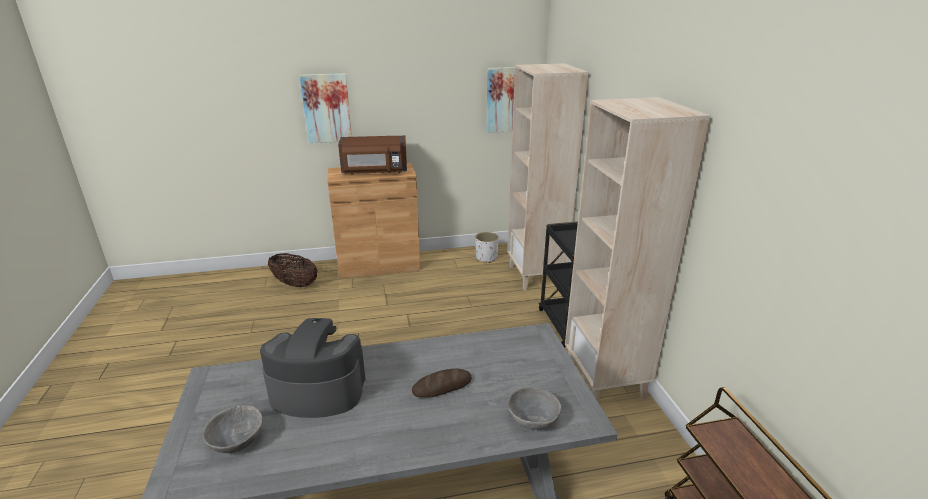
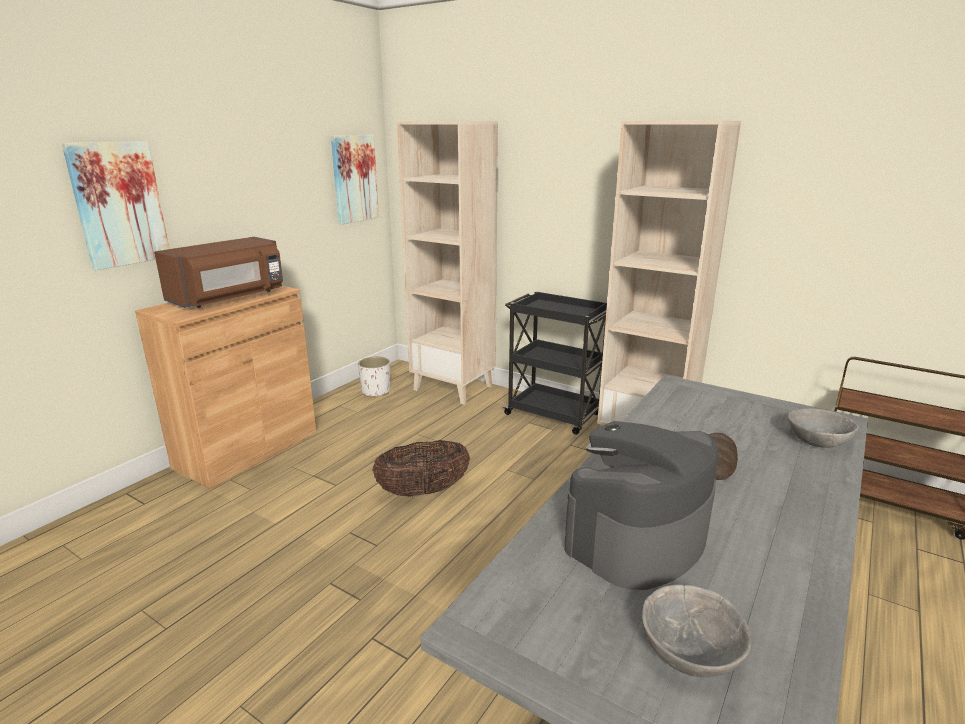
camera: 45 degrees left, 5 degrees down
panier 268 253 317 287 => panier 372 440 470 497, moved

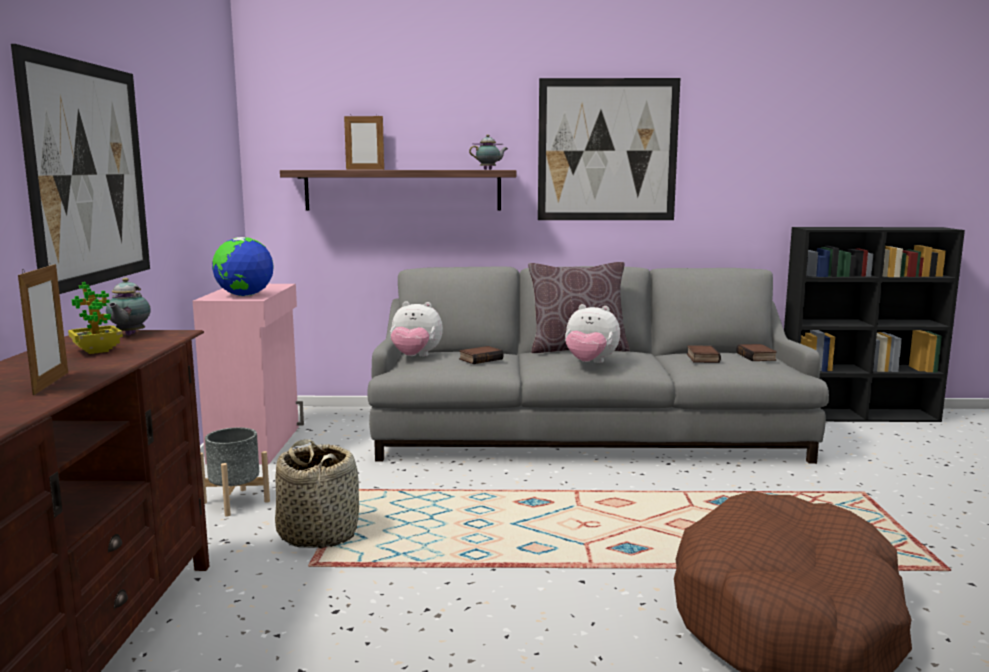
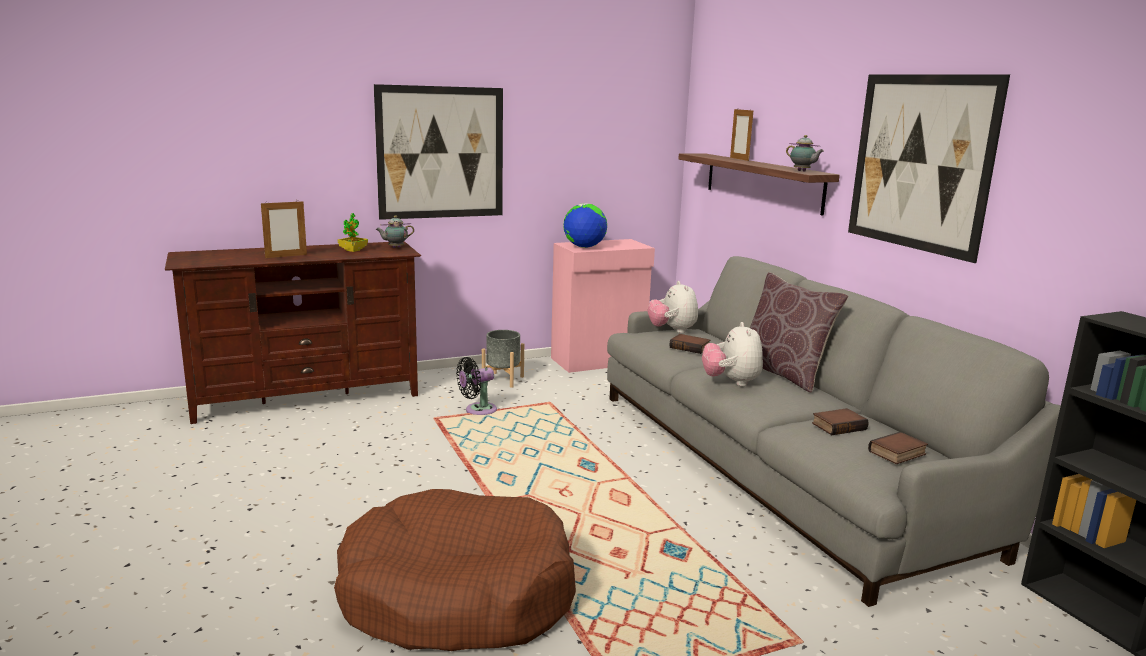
camera: 65 degrees right, 5 degrees up
panier 275 439 359 548 => ventilateur/noir 456 357 497 415

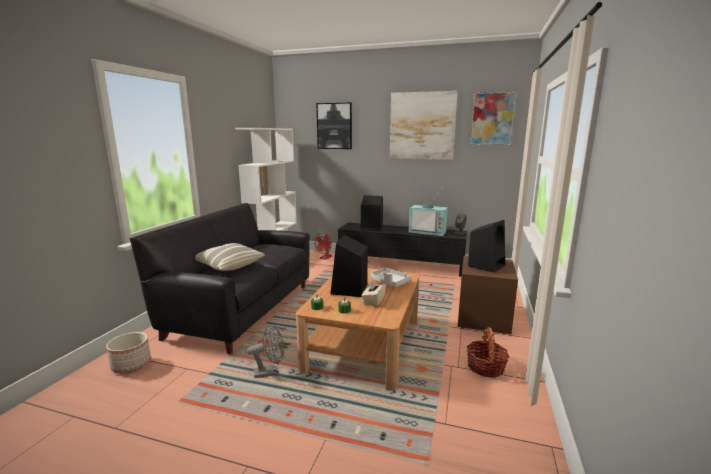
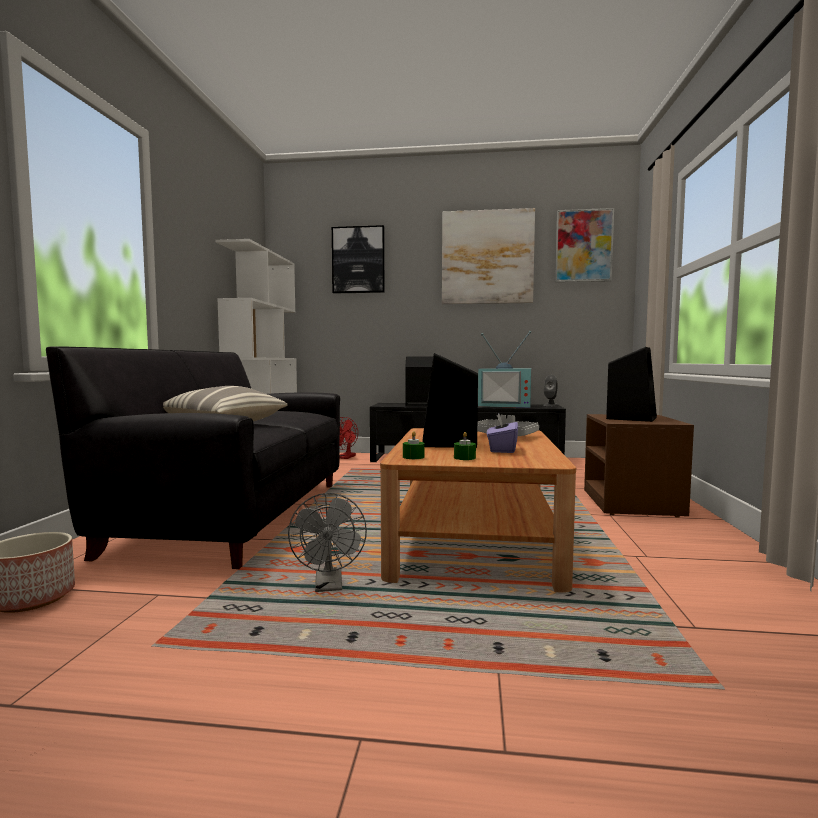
camera: 10 degrees left, 10 degrees down
boîte à mouchoirs/beige 362 280 386 307 => boîte à mouchoirs/violet 487 414 518 453
ventilateur/gris 247 325 284 378 => ventilateur/gris 288 493 367 592, 105 degrees clockwise
panier 467 327 509 378 => nothing

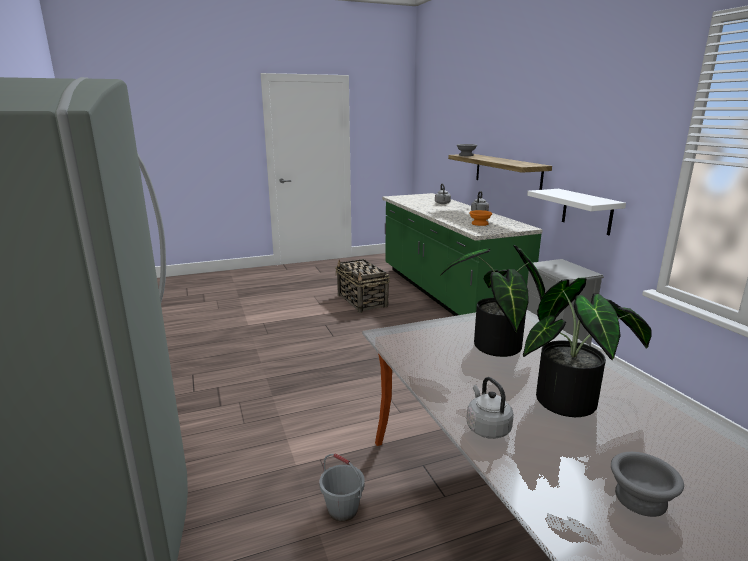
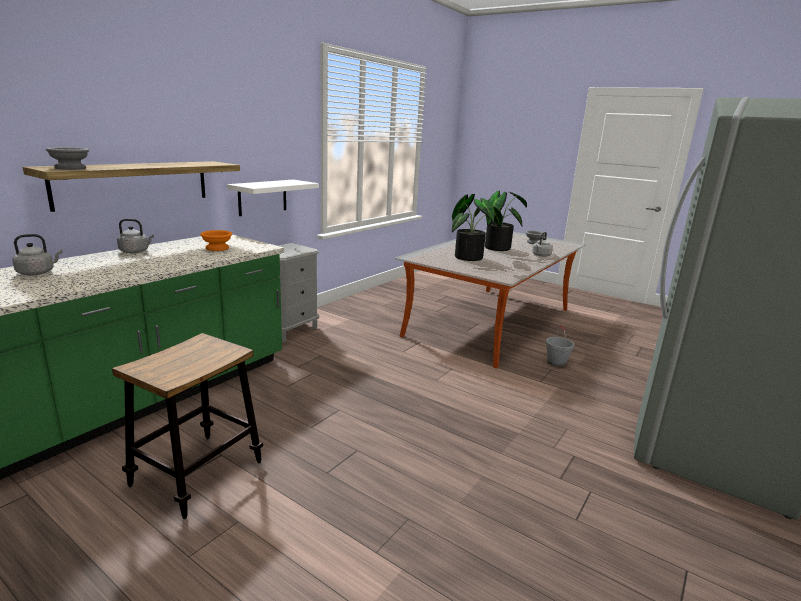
camera: 125 degrees left, 0 degrees up
panier 335 259 390 313 => tabouret 112 333 263 519

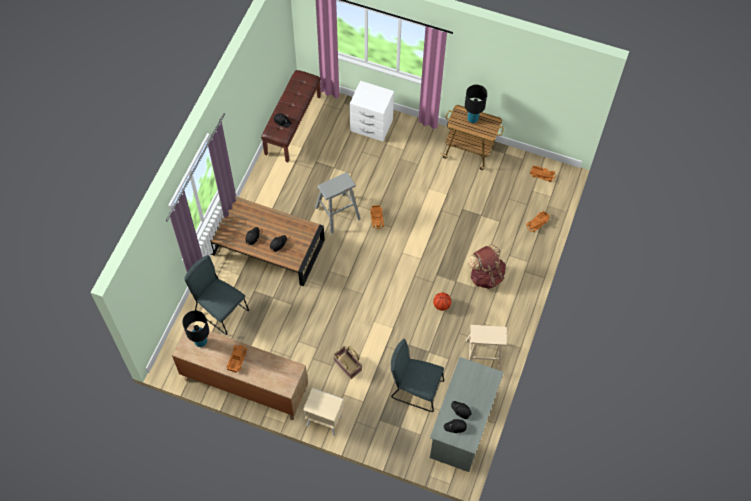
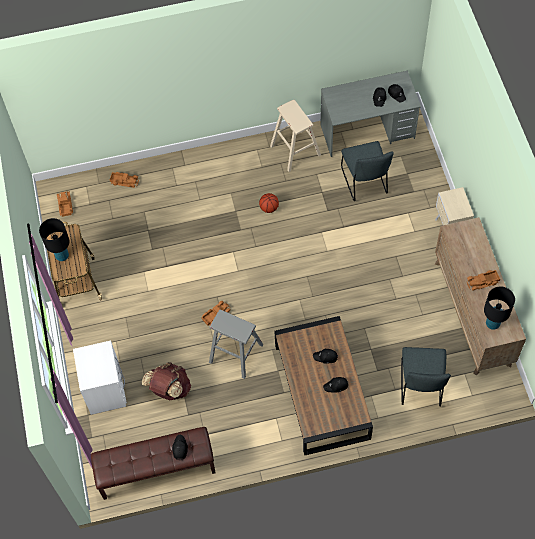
camera: 120 degrees left, 0 degrees up
sac à dos/marron 468 244 506 289 => sac à dos/marron 142 362 191 400, moved
panier 333 346 362 379 => nothing

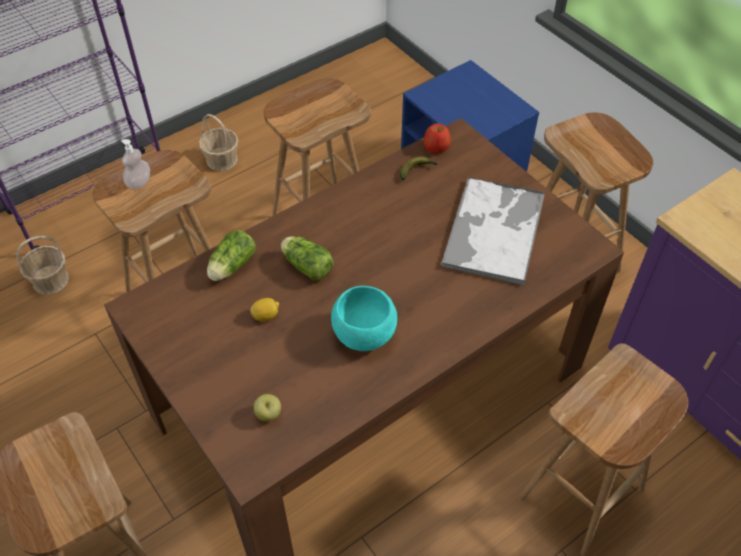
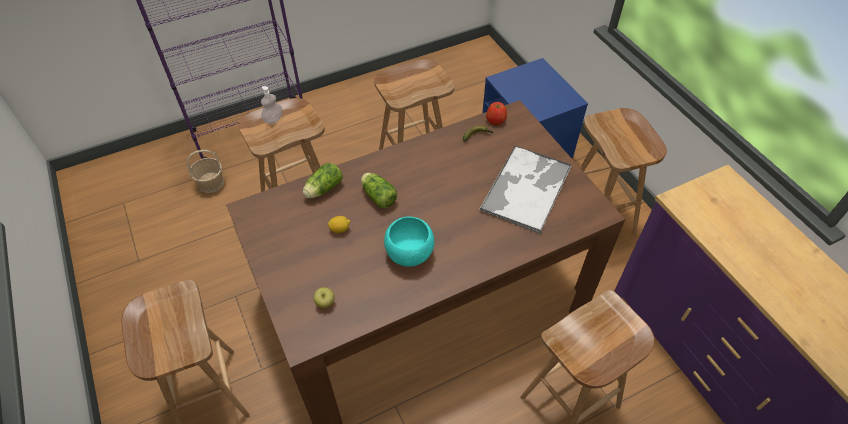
camera: 10 degrees right, 0 degrees up
panier 199 114 239 171 => nothing

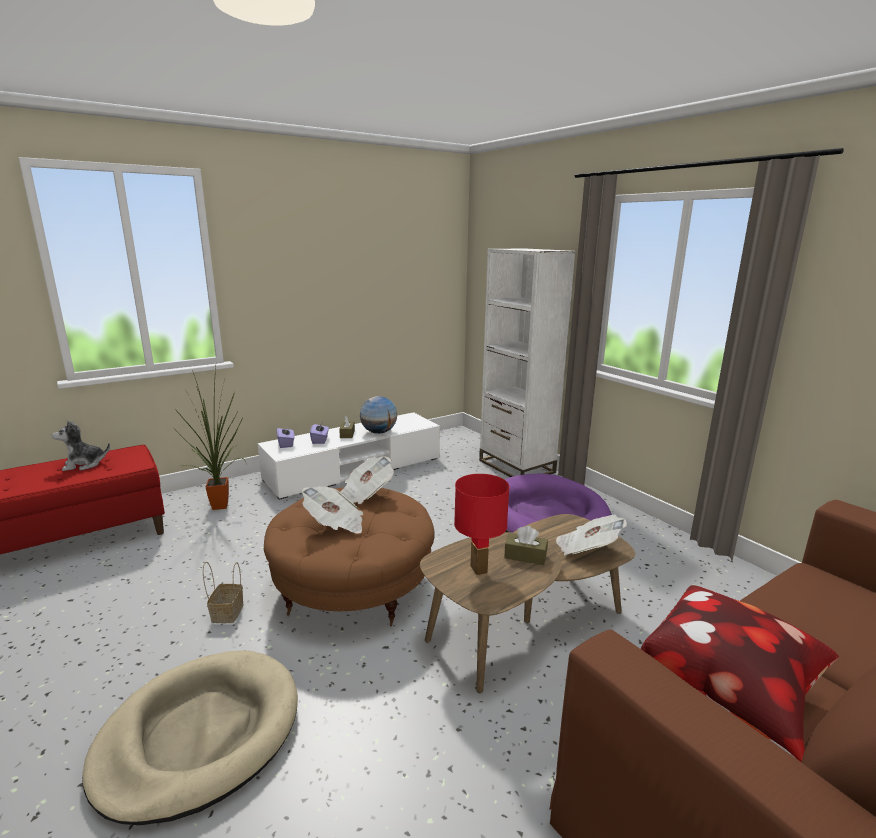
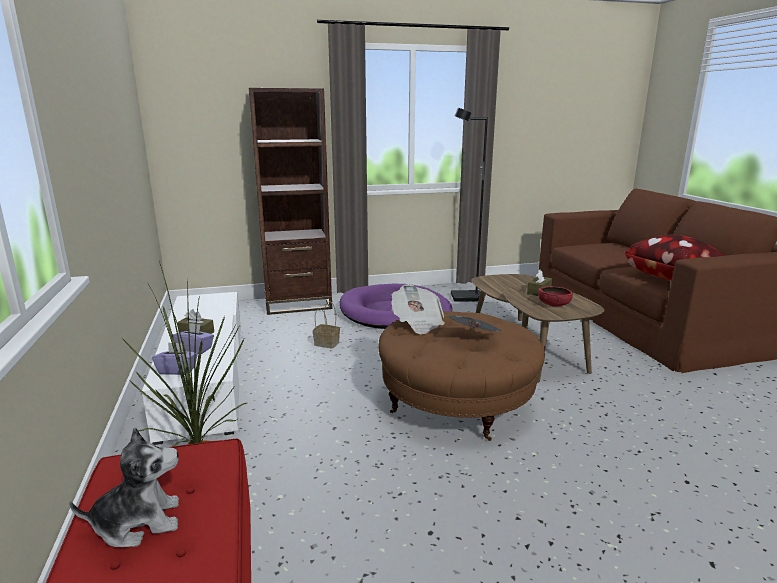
camera: 70 degrees left, 0 degrees up
bibliothèque/blanc 479 248 576 477 => bibliothèque/marron 249 88 332 315
globe 360 396 397 434 => nothing
peluche 52 421 110 471 => peluche 69 428 179 547, 105 degrees counterclockwise
lampe de table/rouge 454 474 510 575 => bol/rouge 538 286 574 306
journal 556 515 627 556 => nothing
panier 203 562 244 623 => panier 313 301 340 349, moved
panier pour chien/beige 82 650 298 825 => nothing
nothing => lampadaire/noir 451 108 488 302

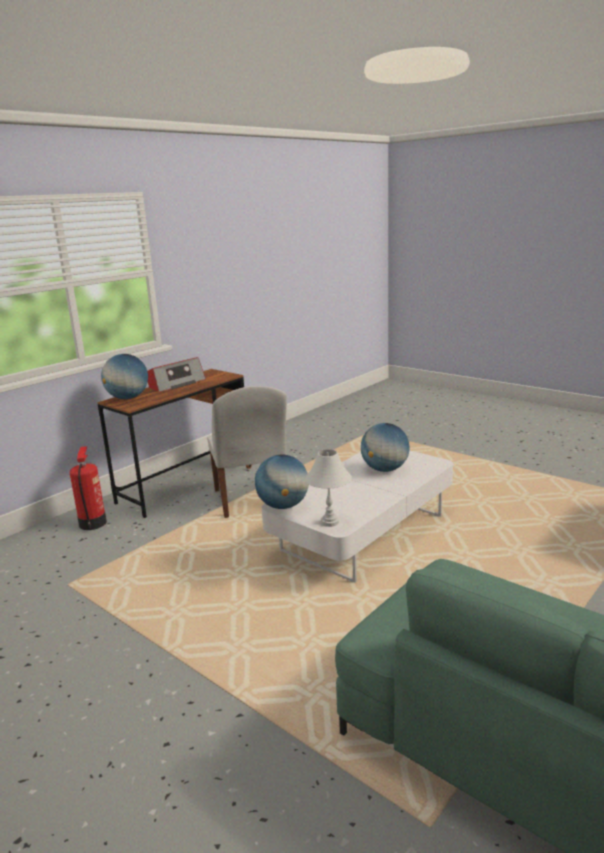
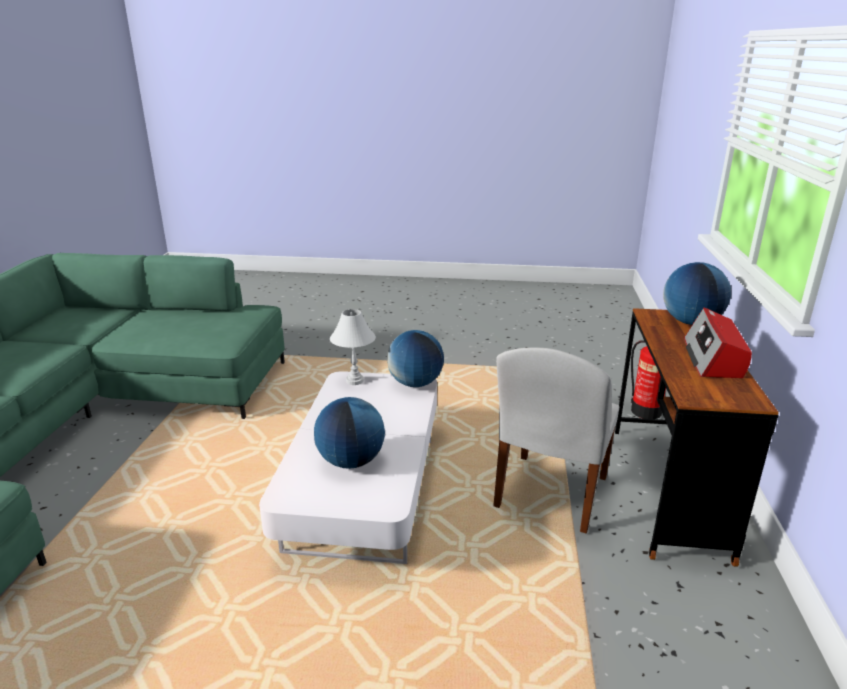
camera: 145 degrees right, 5 degrees up
chaise/blanc 207 386 287 518 => chaise/blanc 493 348 619 533, 105 degrees counterclockwise

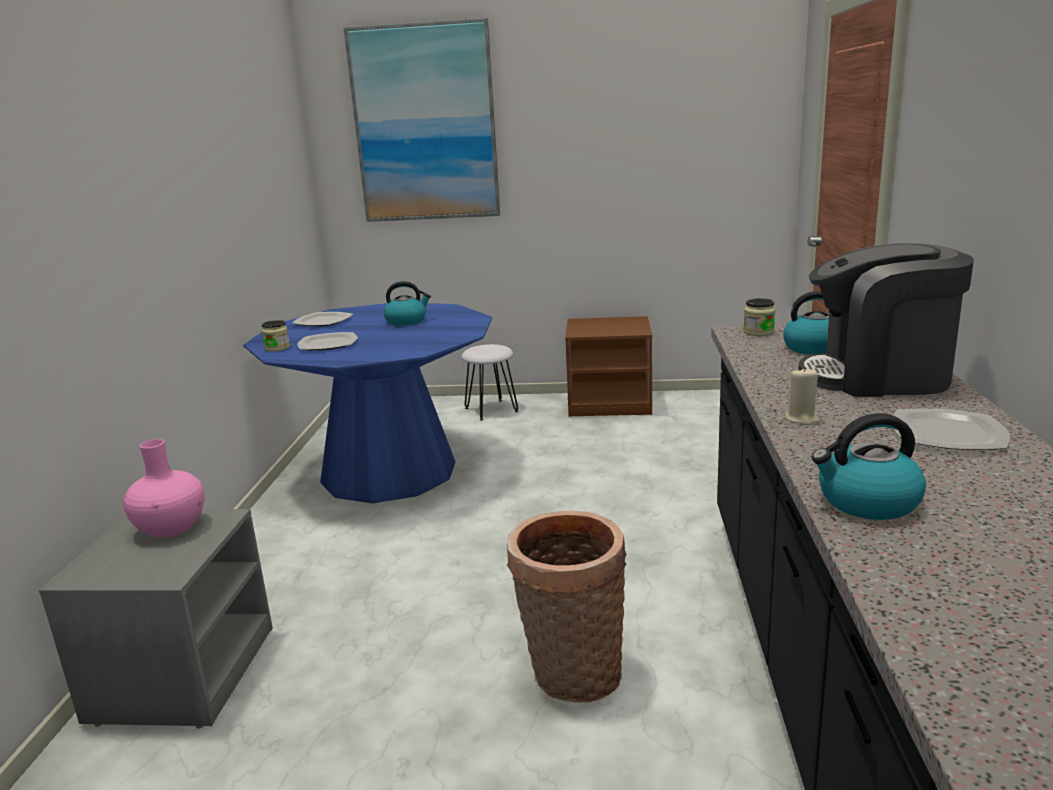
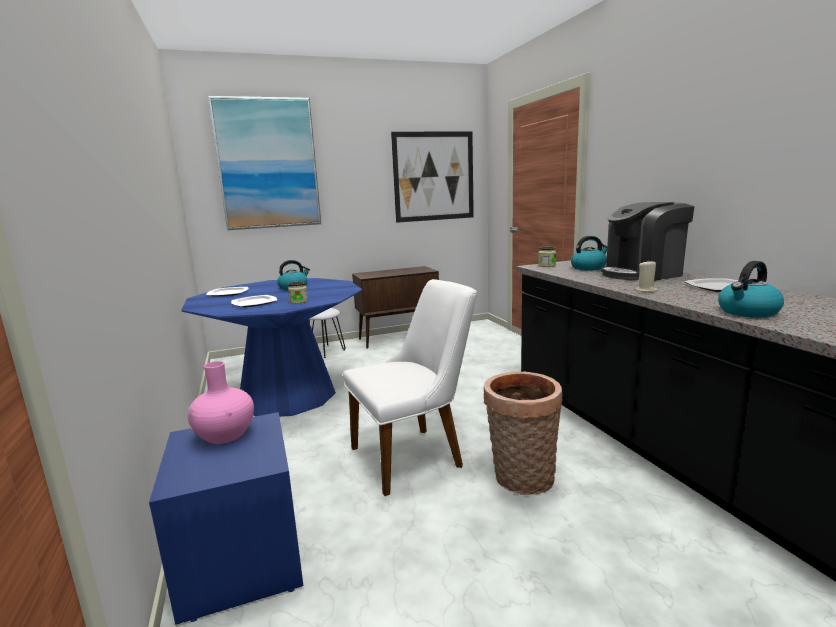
camera: 25 degrees left, 5 degrees down
table de chevet/marron 565 316 652 417 => meuble de rangement/marron 352 266 439 349
bocal 262 320 290 352 => bocal 288 282 308 304, moved
table de chevet/gris 39 509 273 729 => table de chevet/bleu 149 412 303 625
nothing => tableau 391 131 474 223
nothing => chaise/blanc 343 279 477 496

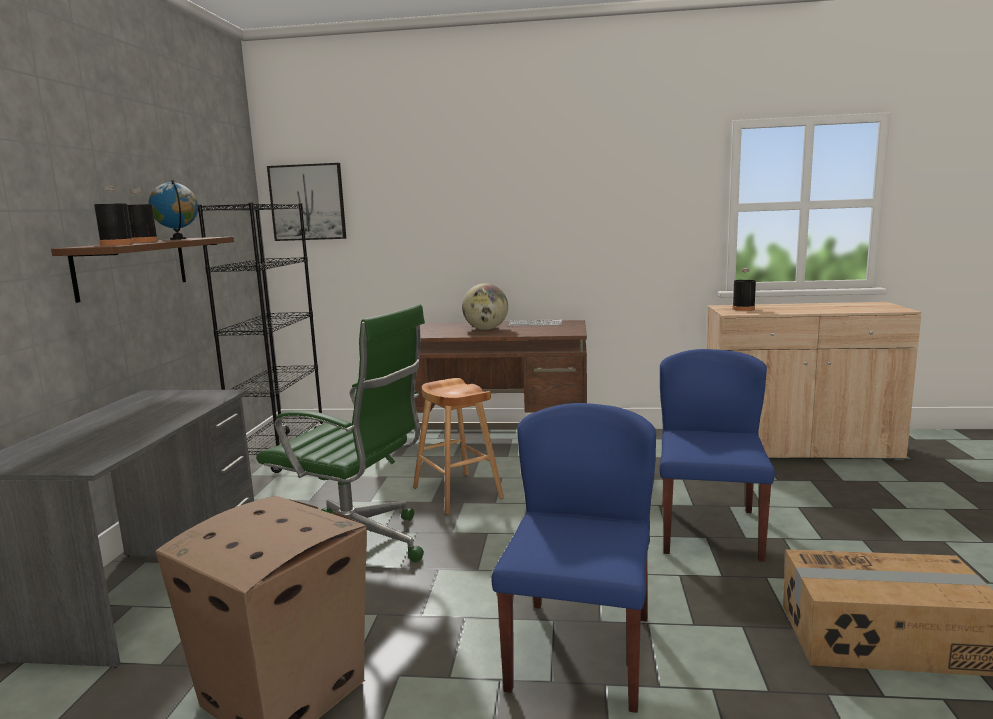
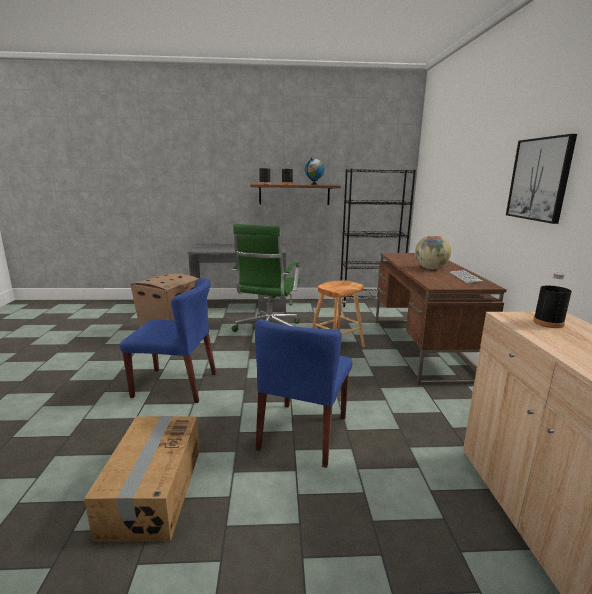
camera: 80 degrees right, 5 degrees up
tableau 267 163 346 241 => tableau 506 134 577 224, moved
chaise/bleu 659 349 775 562 => chaise/bleu 255 319 352 468, 105 degrees clockwise

